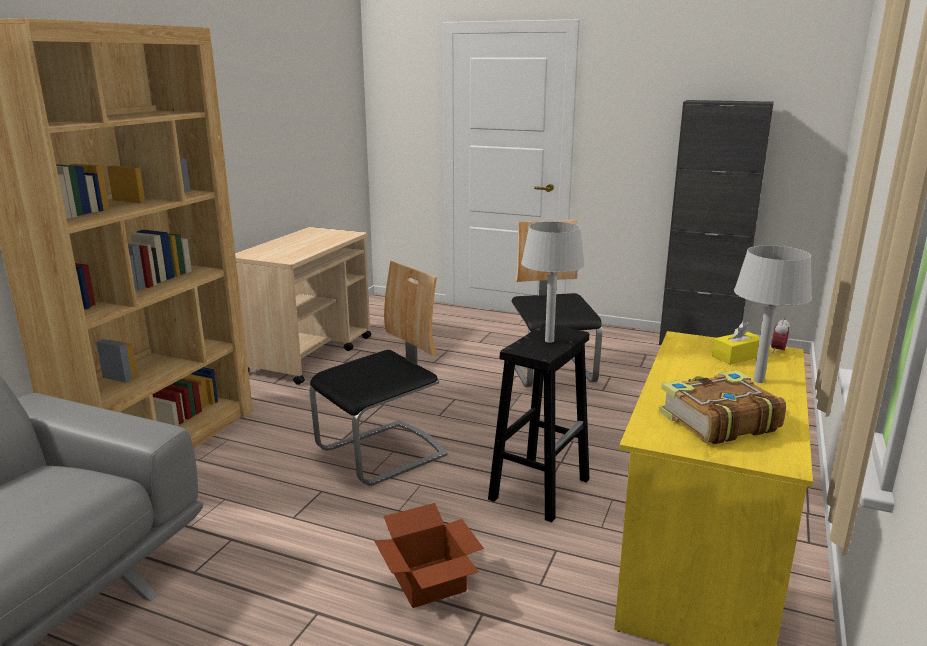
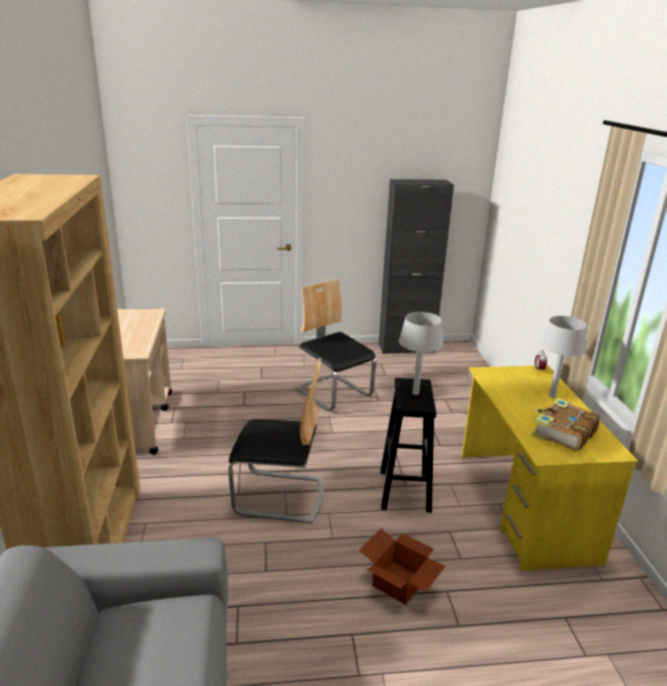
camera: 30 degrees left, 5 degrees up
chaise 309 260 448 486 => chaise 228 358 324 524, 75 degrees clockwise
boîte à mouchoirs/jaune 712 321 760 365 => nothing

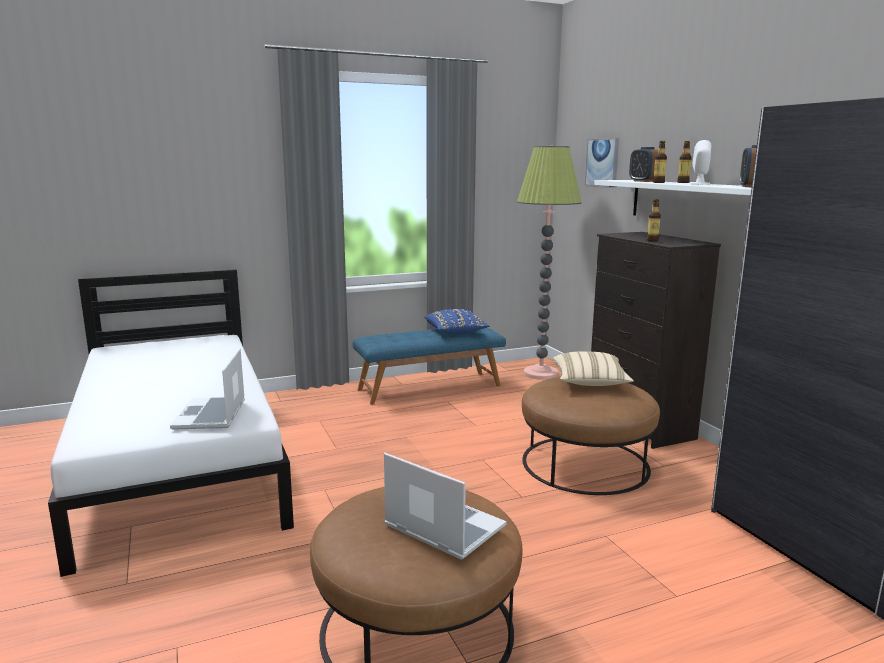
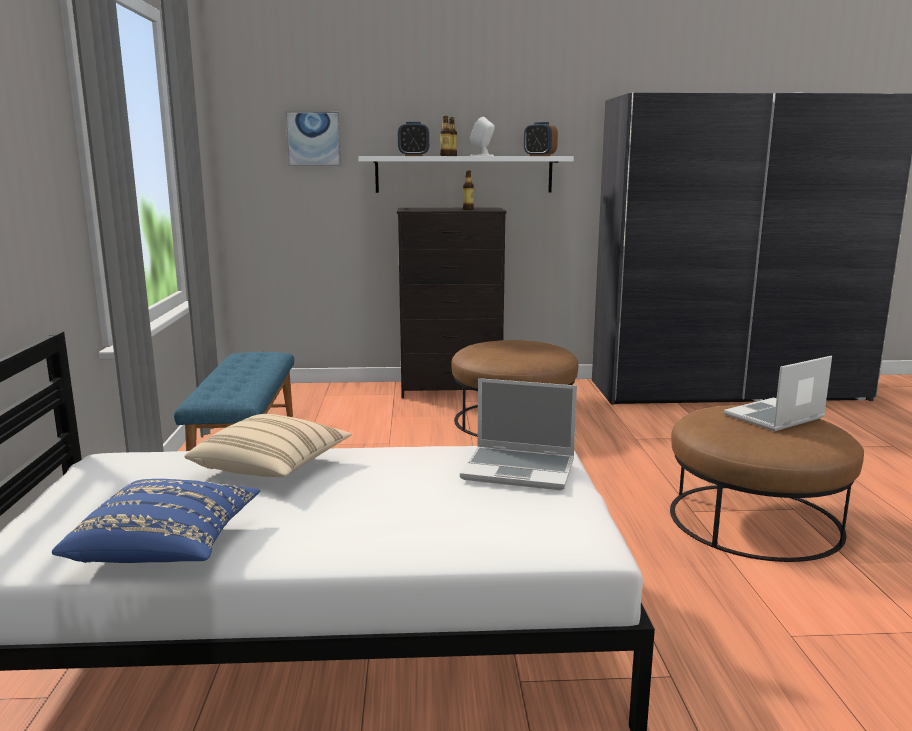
camera: 70 degrees left, 0 degrees up
lampadaire 517 145 582 380 => nothing
coussin/bleu 425 309 489 334 => coussin/bleu 52 479 260 563, moved
coussin/beige 553 351 634 386 => coussin/beige 185 414 352 477, moved

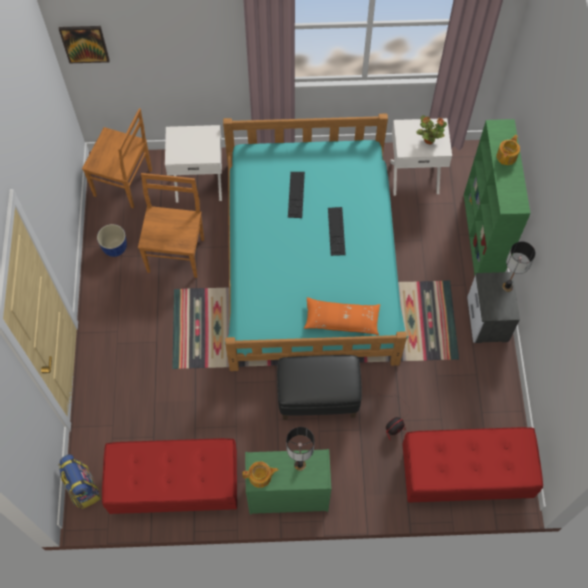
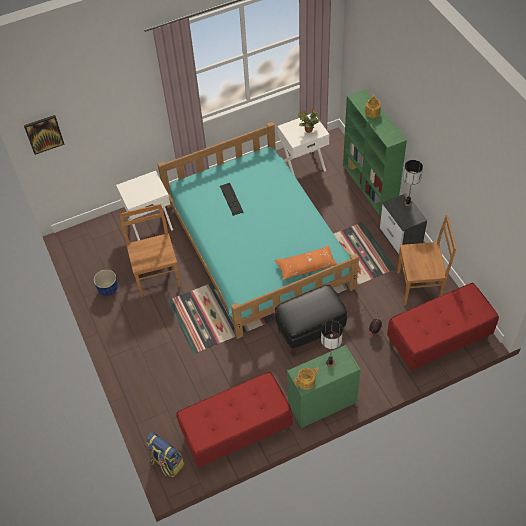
camera: 20 degrees left, 10 degrees down
chaise/marron 82 108 152 208 => chaise/marron 397 214 456 305, moved
clavier 328 207 346 256 => nothing

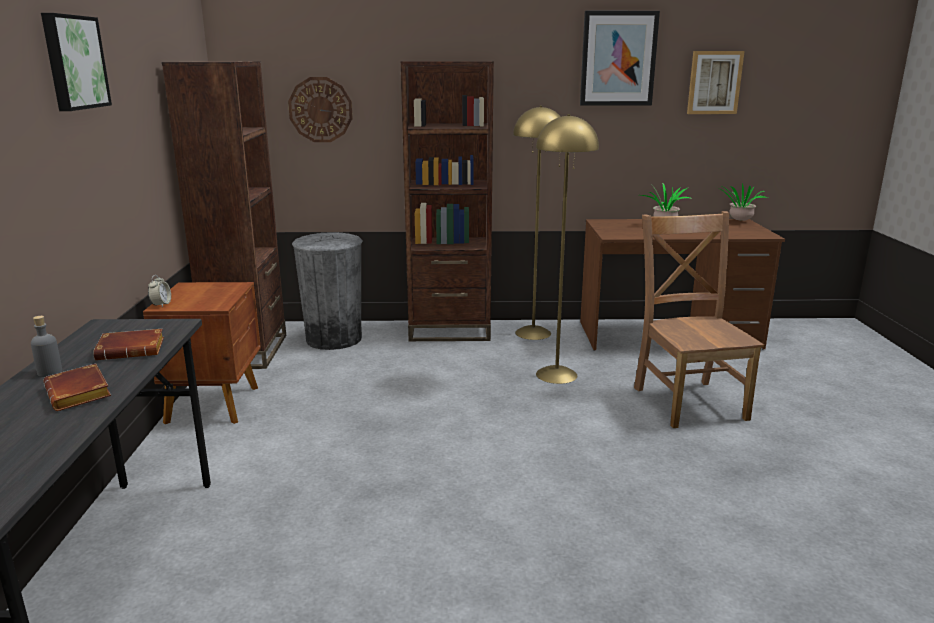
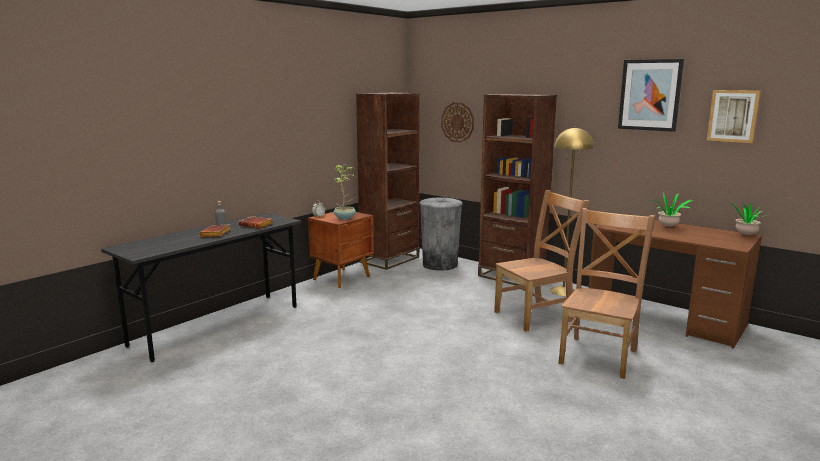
camera: 40 degrees right, 5 degrees down
tableau 41 13 112 111 => nothing
lampadaire/jaune 536 114 599 384 => chaise/marron 494 190 589 332
nothing => plante en pot 334 165 356 220

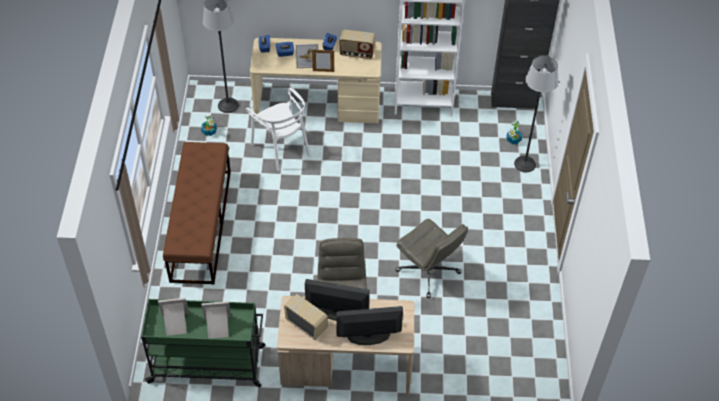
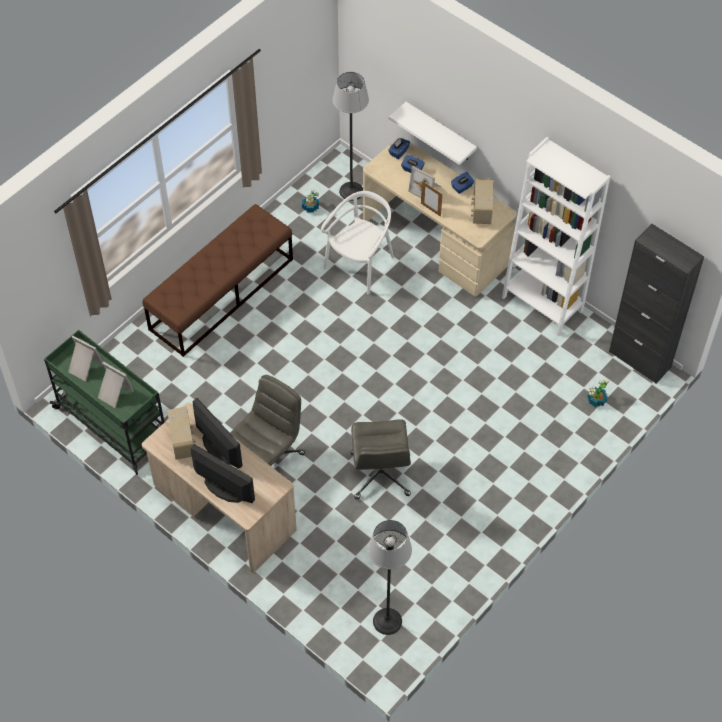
camera: 40 degrees right, 5 degrees up
radio 340 30 376 59 => radio 471 178 493 224, 45 degrees clockwise
lampadaire 514 55 558 172 => lampadaire 368 520 412 635, moved
chaise/blanc 246 88 310 171 => chaise/blanc 321 191 394 294, 150 degrees counterclockwise
nothing => étagère/blanc 389 102 477 165

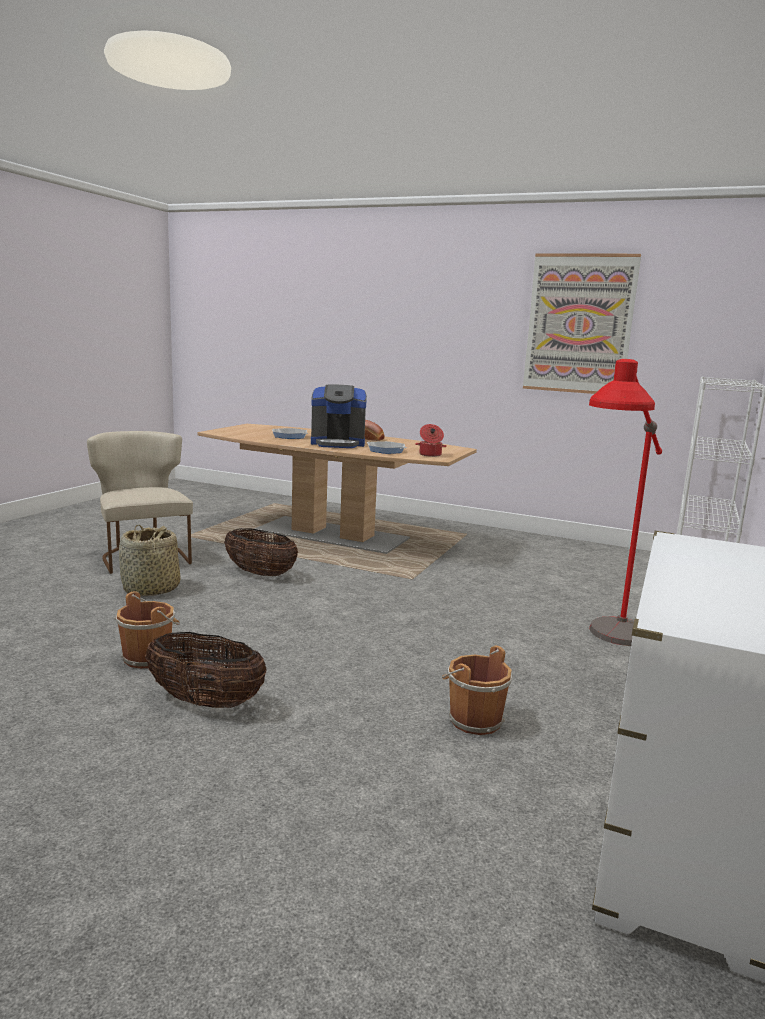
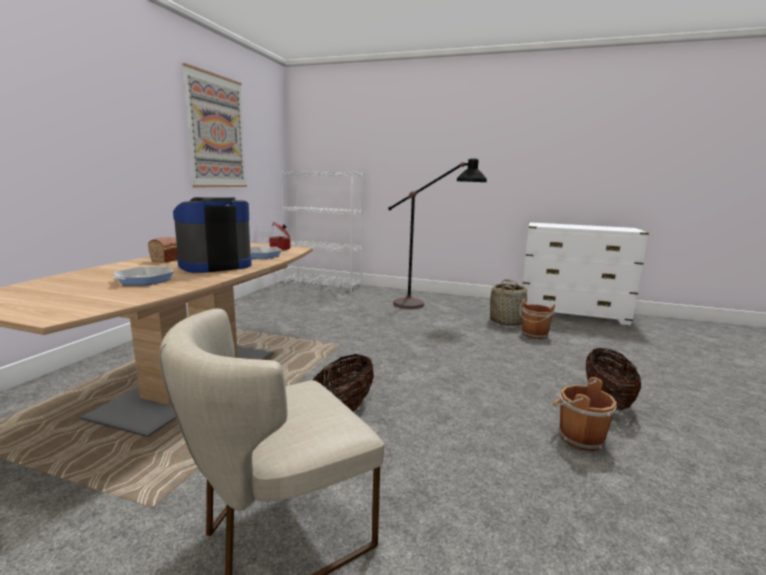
camera: 95 degrees left, 0 degrees up
lampadaire/rouge 589 359 662 646 => lampadaire/noir 388 158 487 309
machine à café 311 384 367 448 => machine à café 173 197 252 273, 120 degrees counterclockwise
panier 119 525 180 596 => panier 490 279 527 326, moved

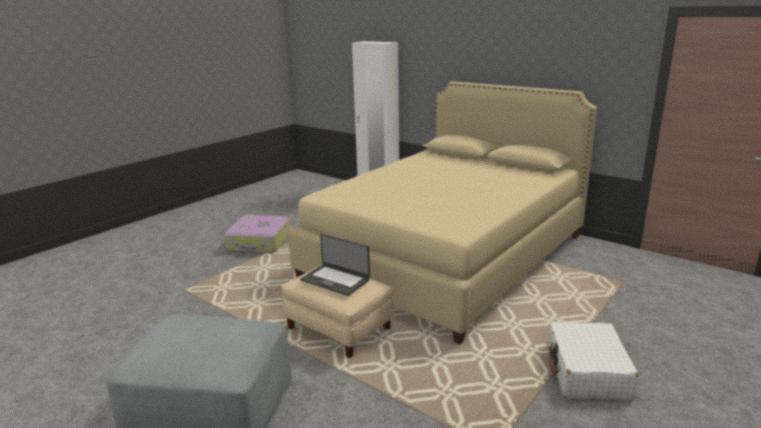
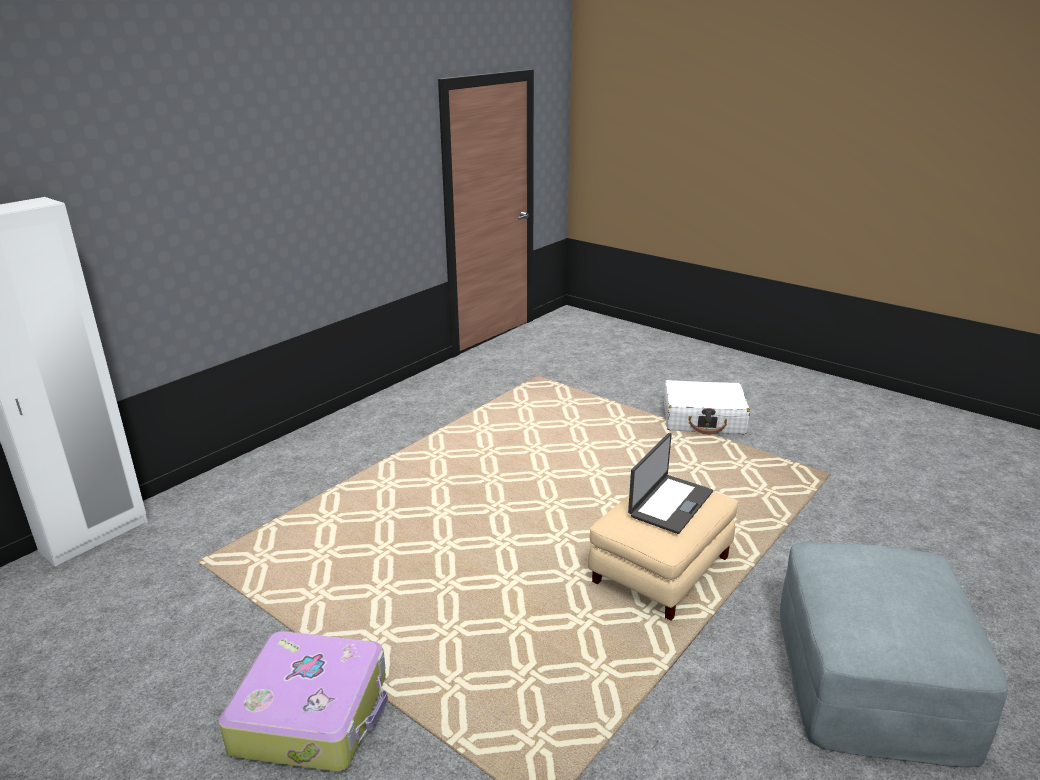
camera: 90 degrees left, 5 degrees up
lit/beige 288 81 597 344 => nothing

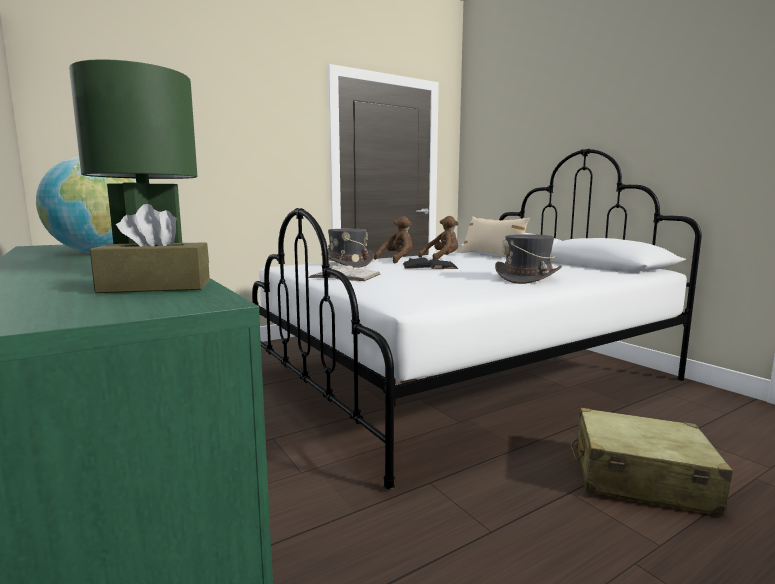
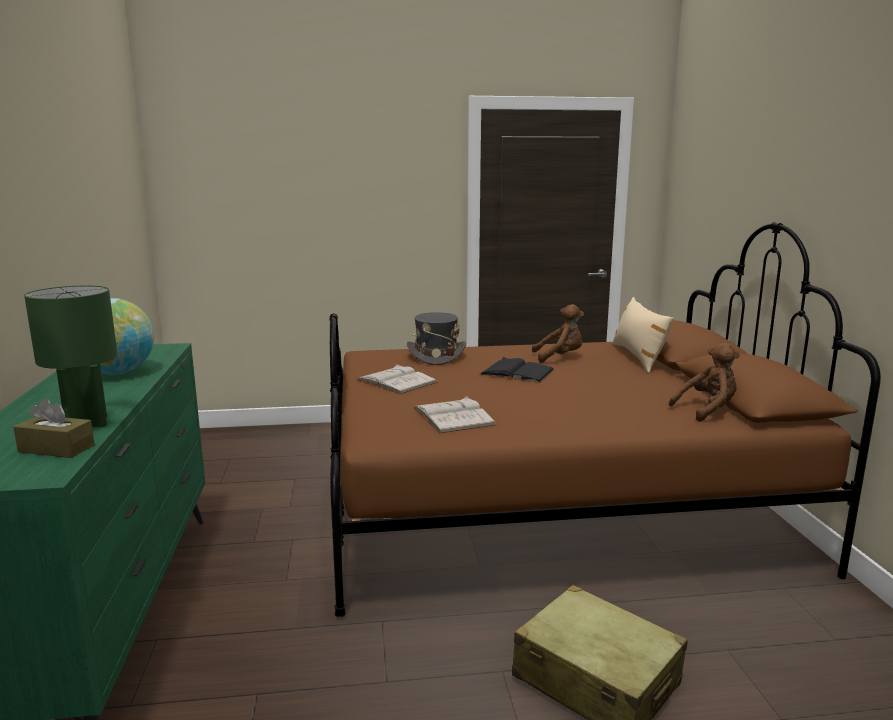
camera: 25 degrees right, 5 degrees up
lit/blanc 252 149 702 489 => lit/marron 329 222 881 617
peluche/marron 374 216 413 263 => peluche/marron 669 343 740 422, moved
chapeau/gris 495 234 562 284 => nothing
nothing => livre/blanc 414 396 496 433

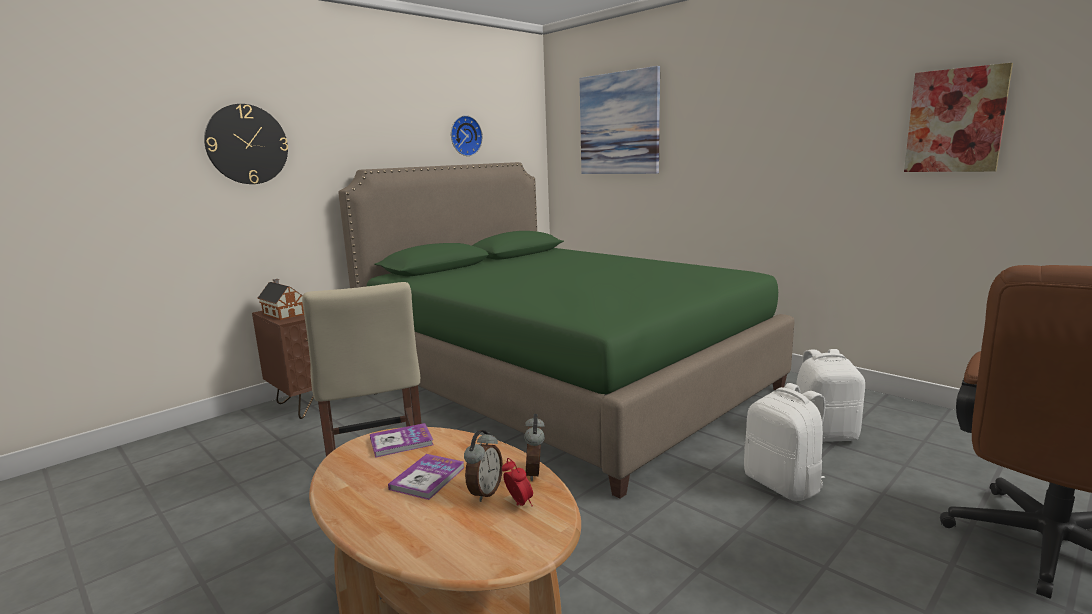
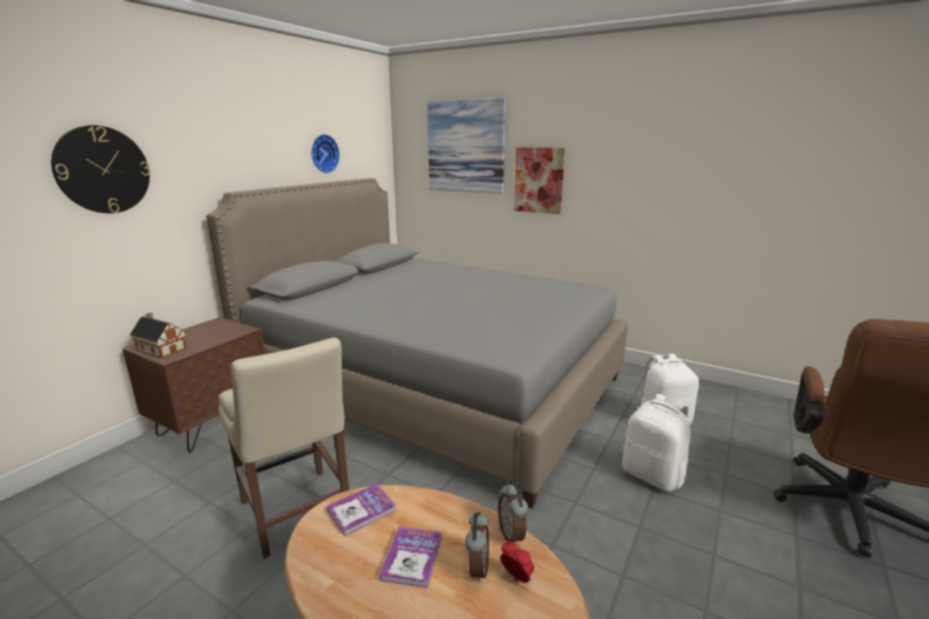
camera: 15 degrees left, 5 degrees up
tableau 904 63 1013 172 => tableau 514 147 565 214, moved
lit/vert 338 162 795 499 => lit/gris 206 178 628 509

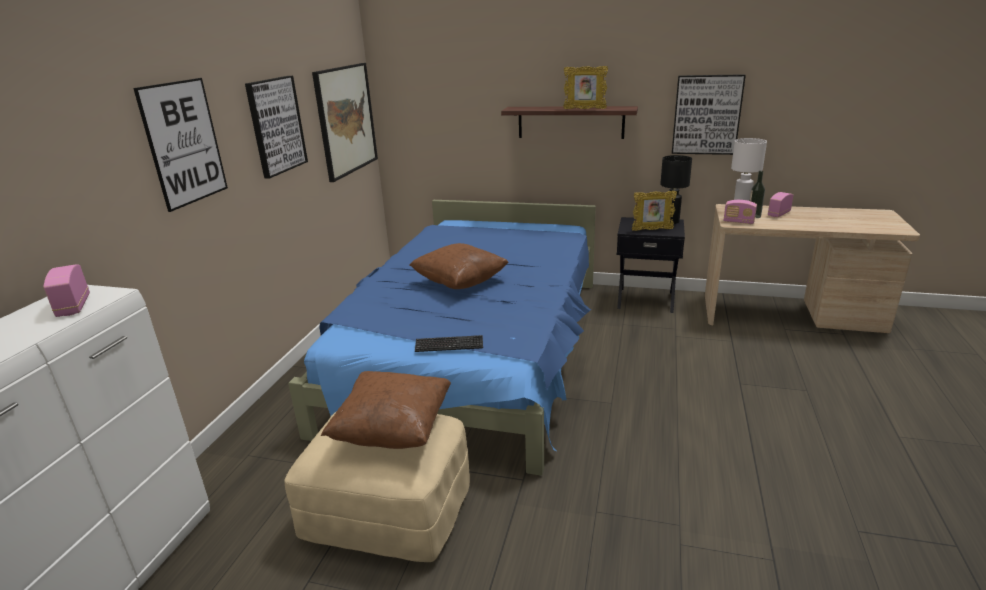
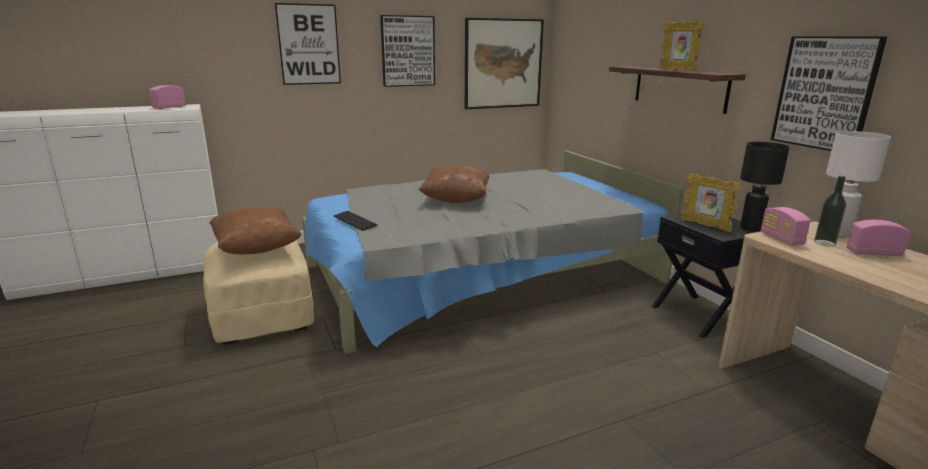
camera: 50 degrees right, 5 degrees down
lit/bleu 288 200 596 475 => lit/gris 302 151 684 354

